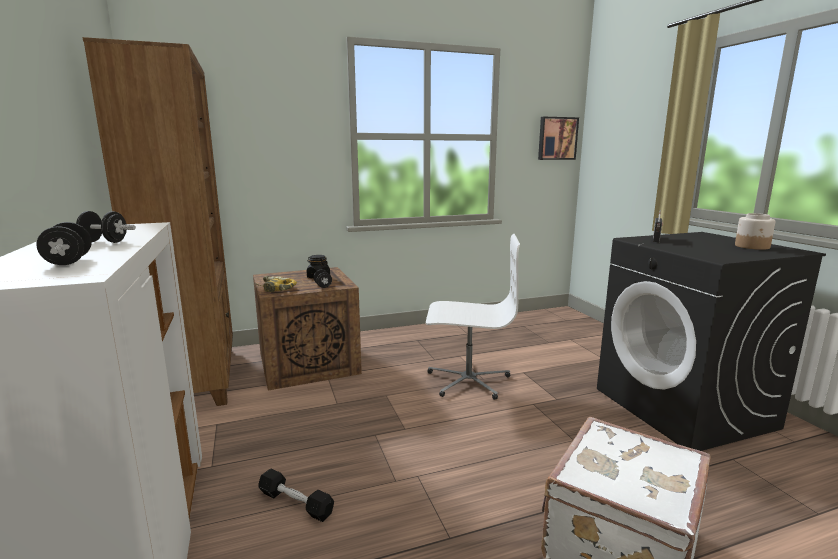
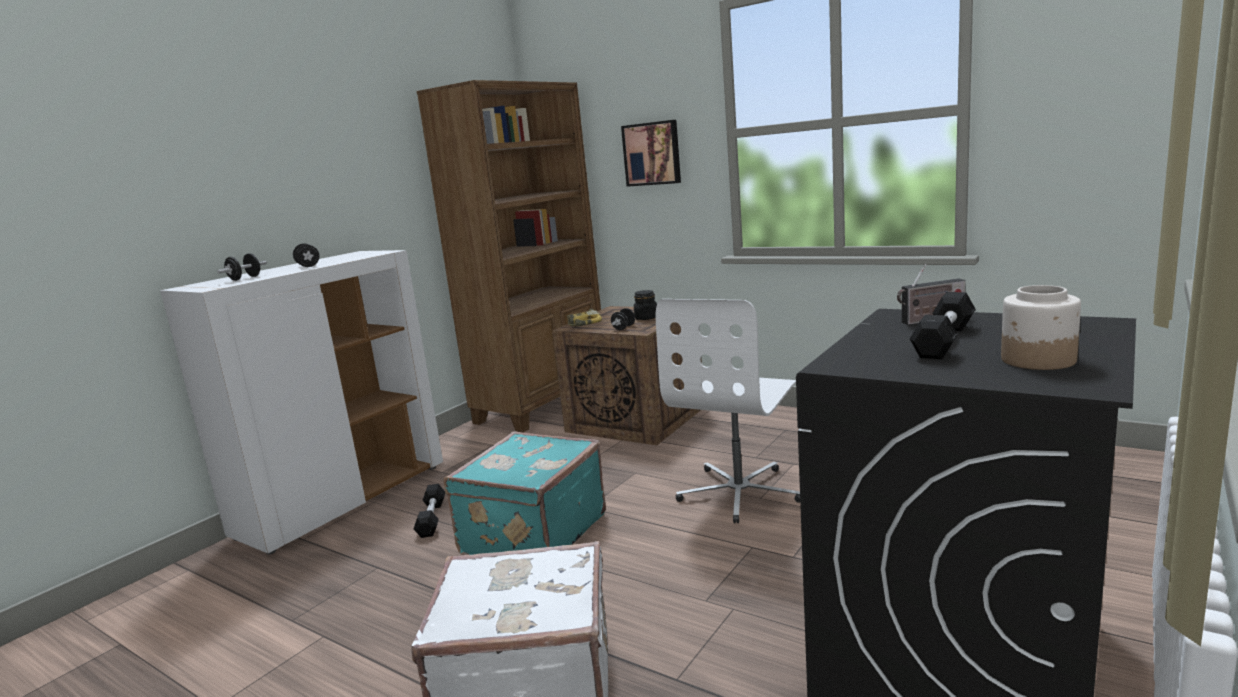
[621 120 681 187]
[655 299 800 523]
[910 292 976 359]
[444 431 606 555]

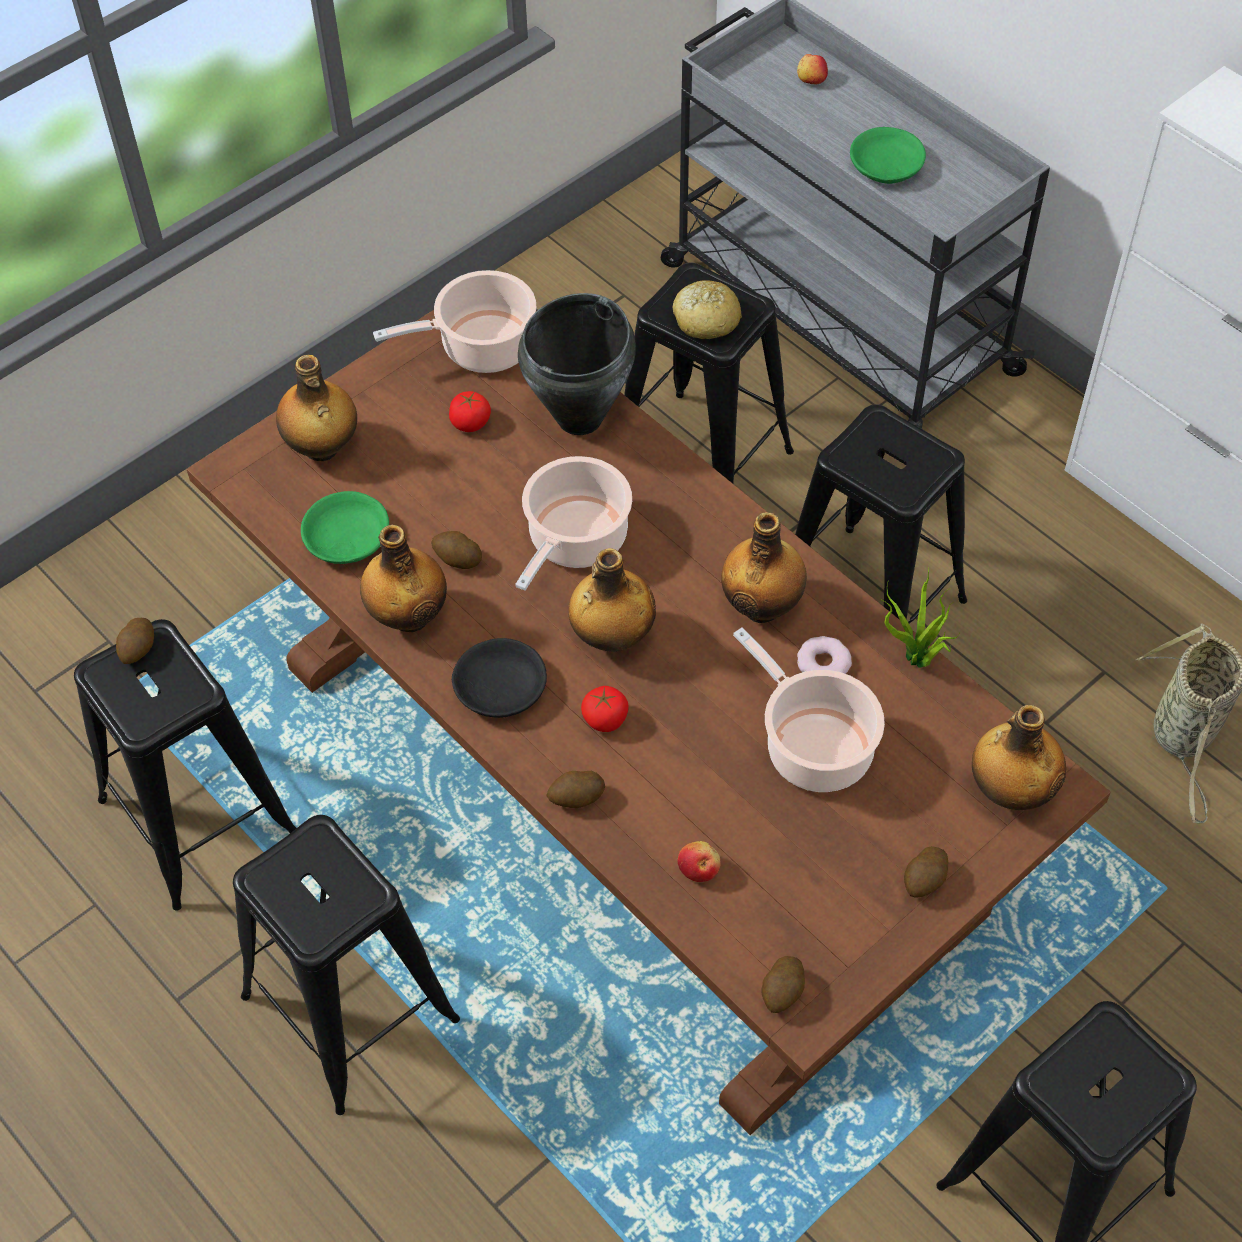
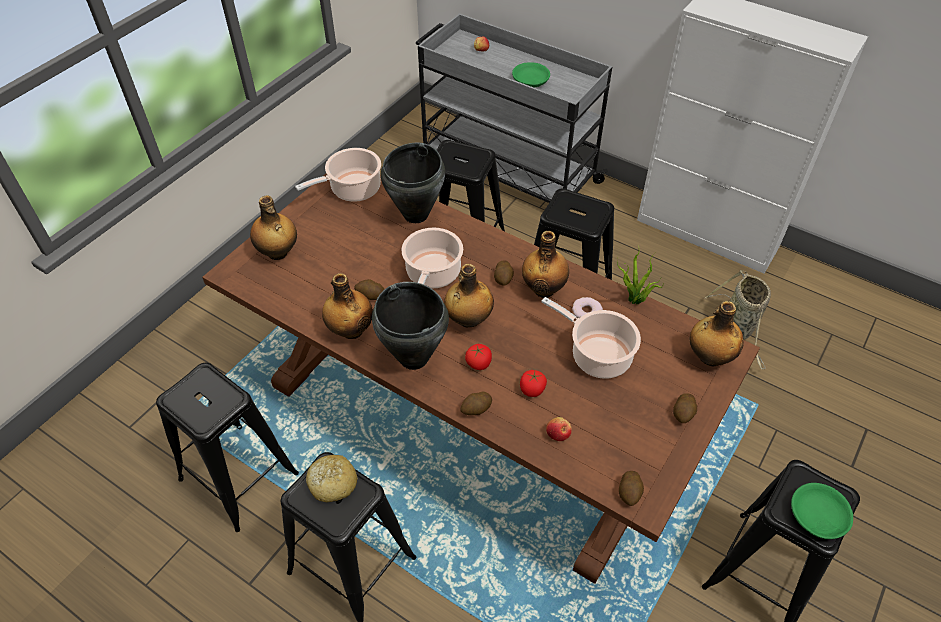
[306 455 358 502]
[520 370 547 397]
[791 483 853 539]
[494 260 514 286]
[372 282 449 370]

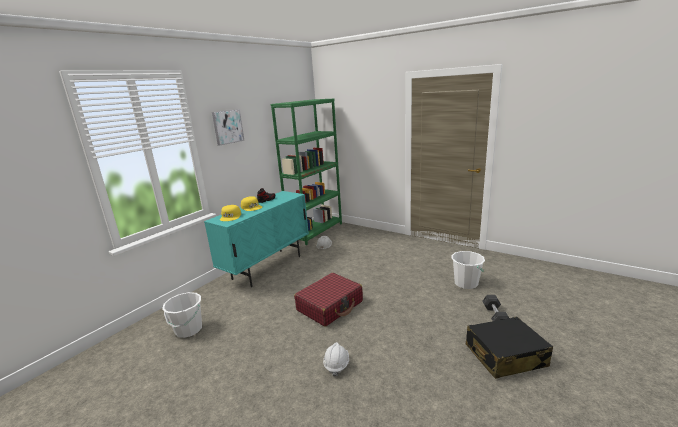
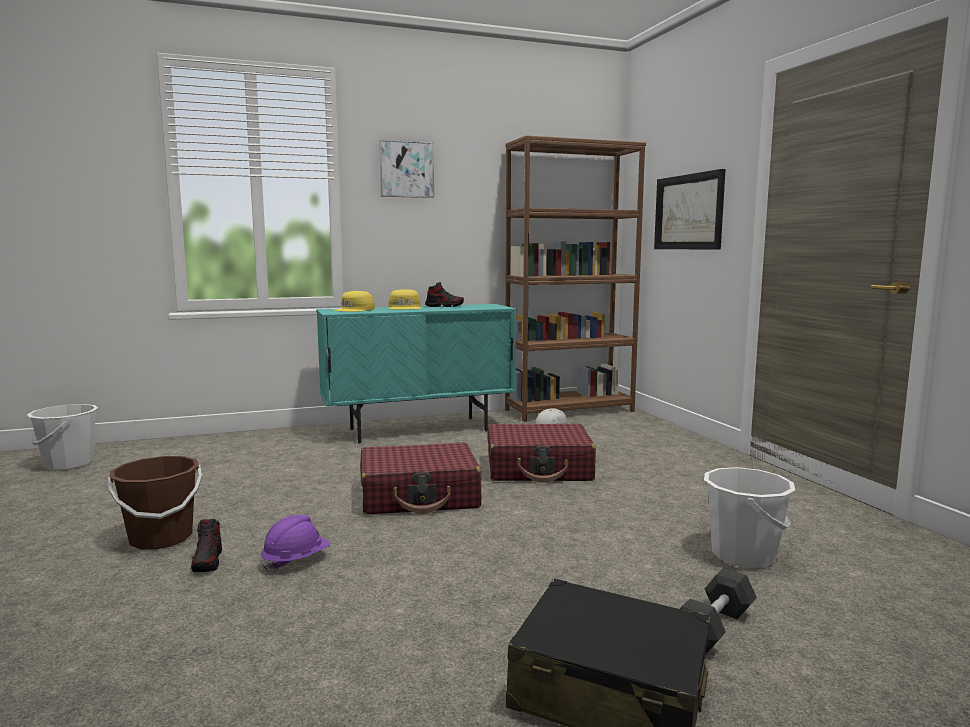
[505 135 646 422]
[27 404 98 470]
[261 515 330 572]
[654 169 725 250]
[487 424 596 483]
[108 456 202 550]
[191 519 222 572]

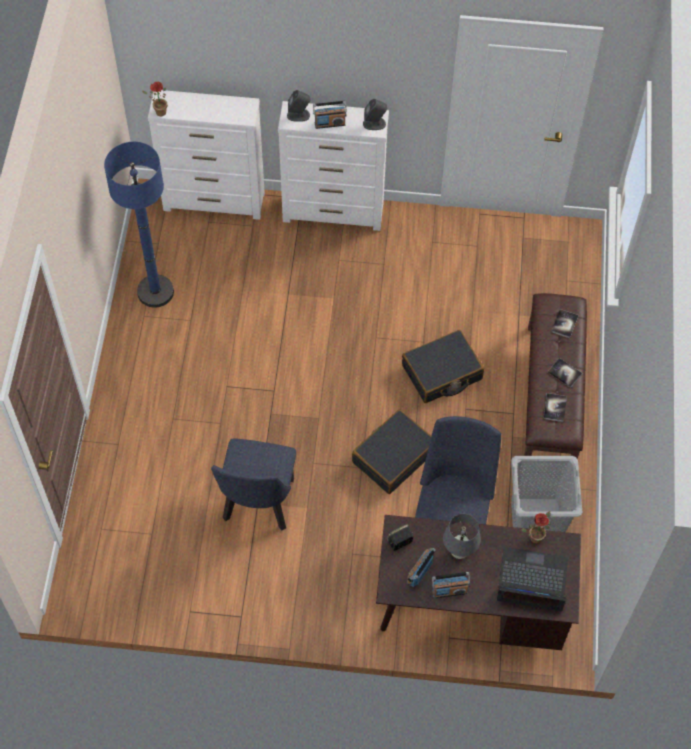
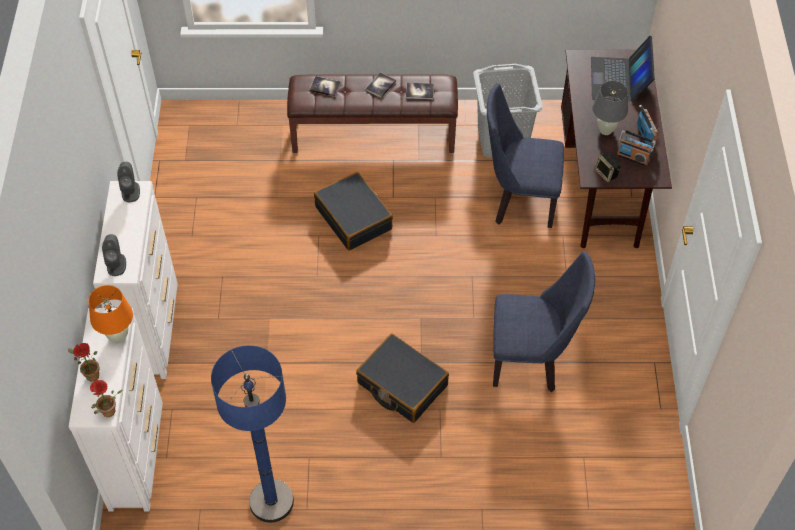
[313 101 347 129] (first image)
[356 333 449 423]
[68 343 100 382]
[88 285 133 343]

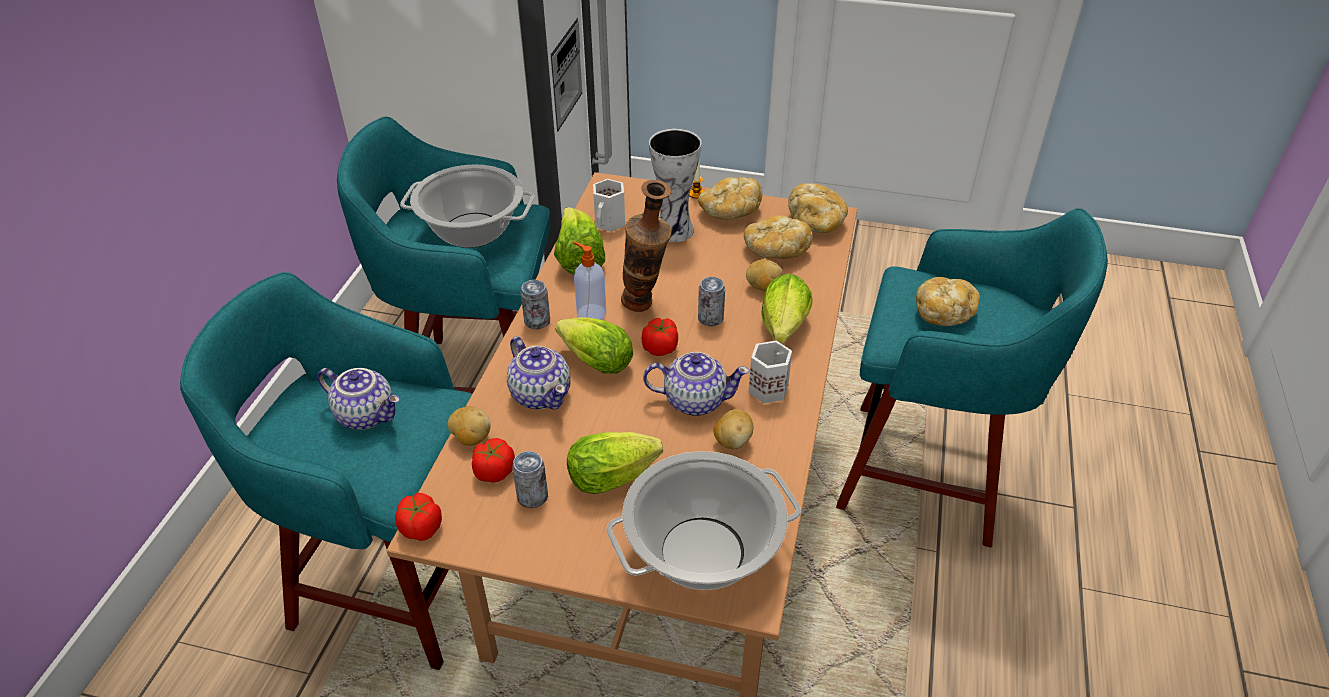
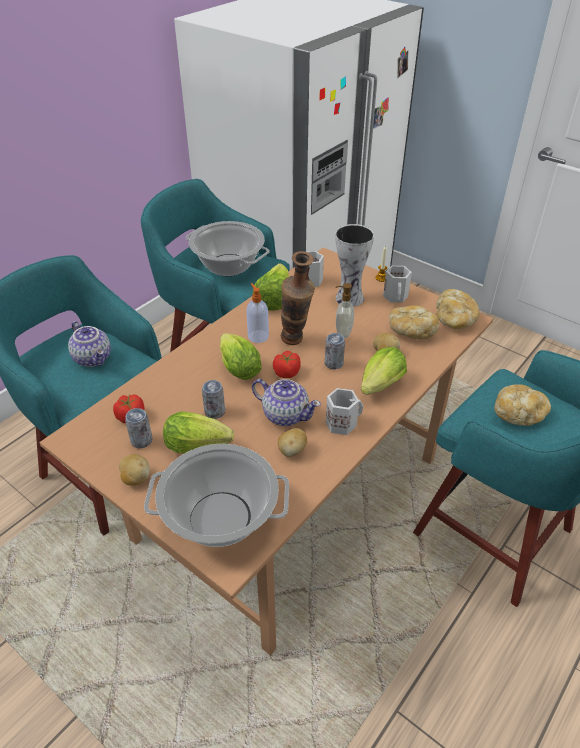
[383 266 412 303]
[202 380 225 419]
[507 336 570 410] (first image)
[119 454 150 486]
[395 492 442 541] (first image)
[336 283 354 338]

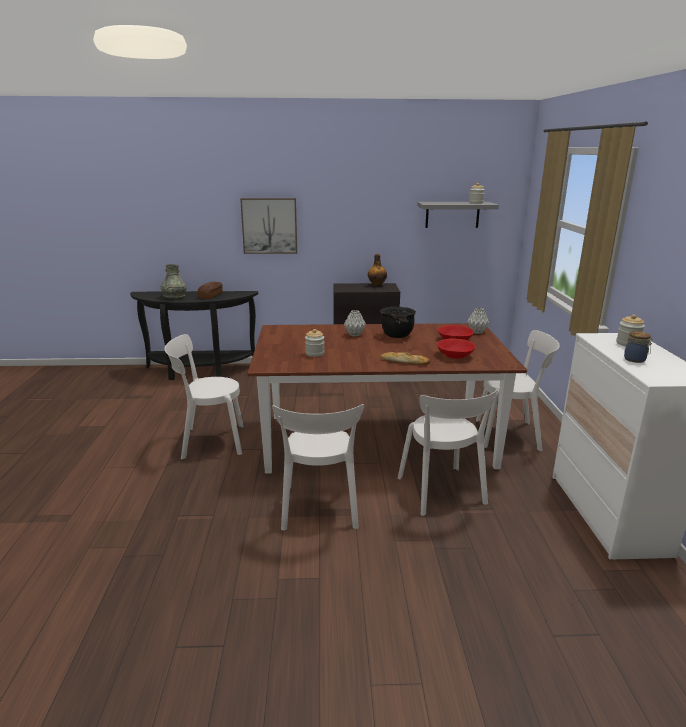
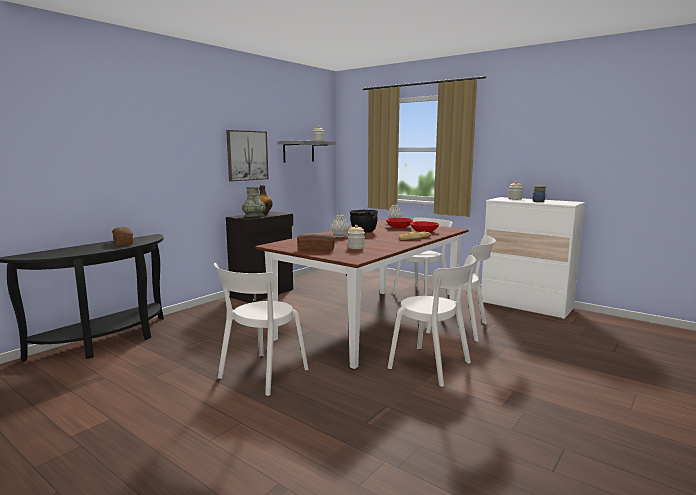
[226 130 269 181]
[242 187 266 217]
[297 233 335 251]

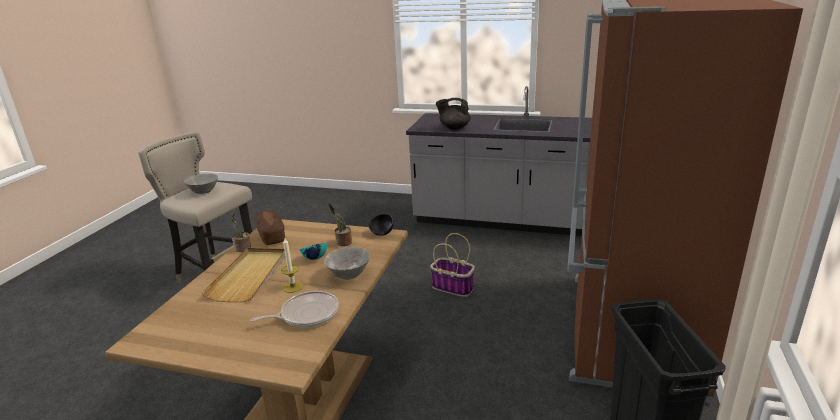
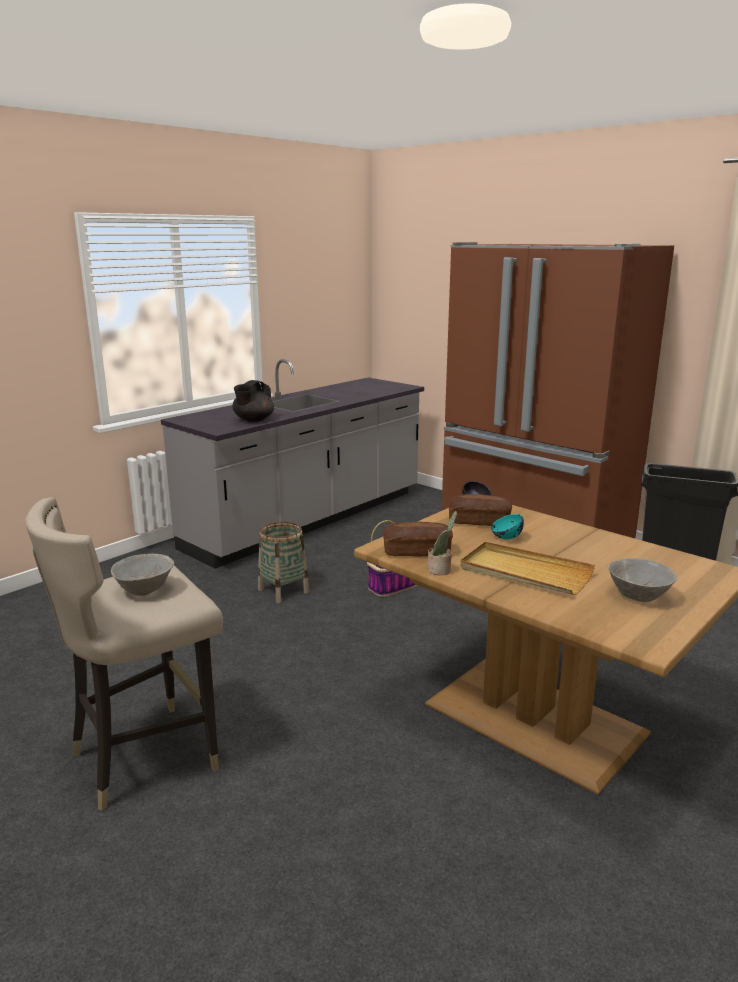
[449 494 512 526]
[281 238 304 293] (first image)
[608 558 677 602]
[250 291 339 327] (first image)
[258 522 309 603]

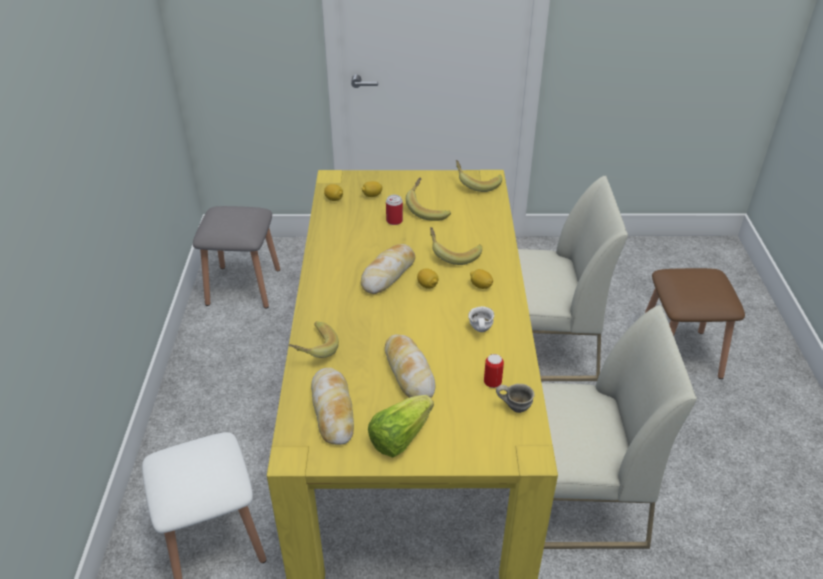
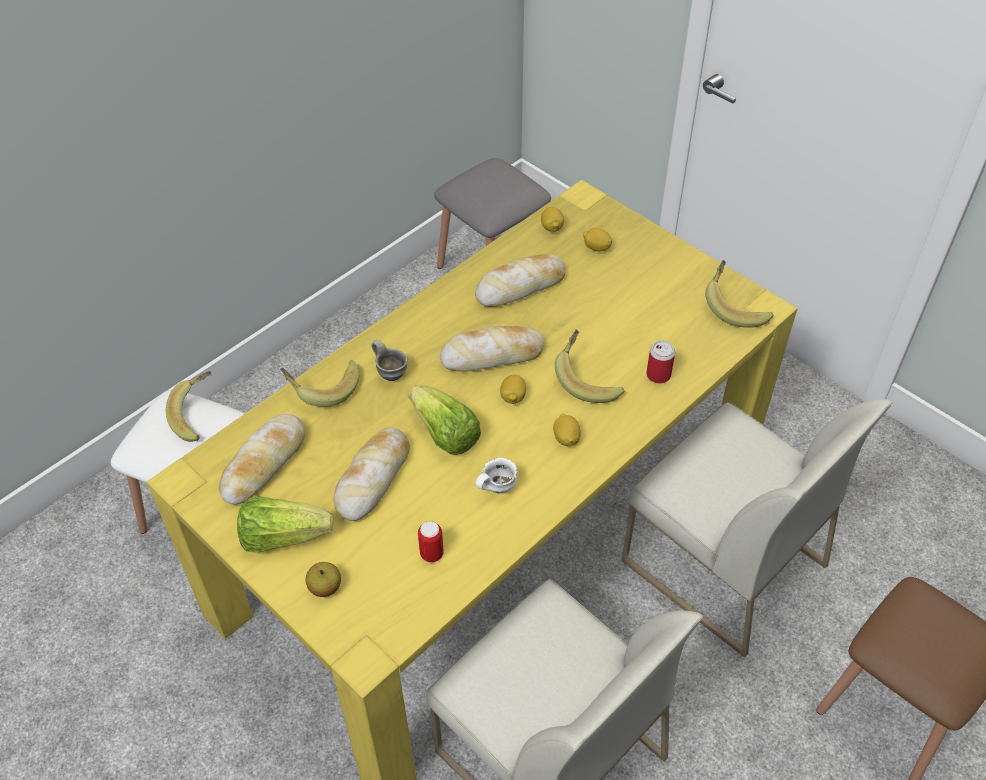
[166 371 212 442]
[646 340 675 383]
[372 340 408 381]
[475 254 566 307]
[409 385 481 455]
[306 562 341 597]

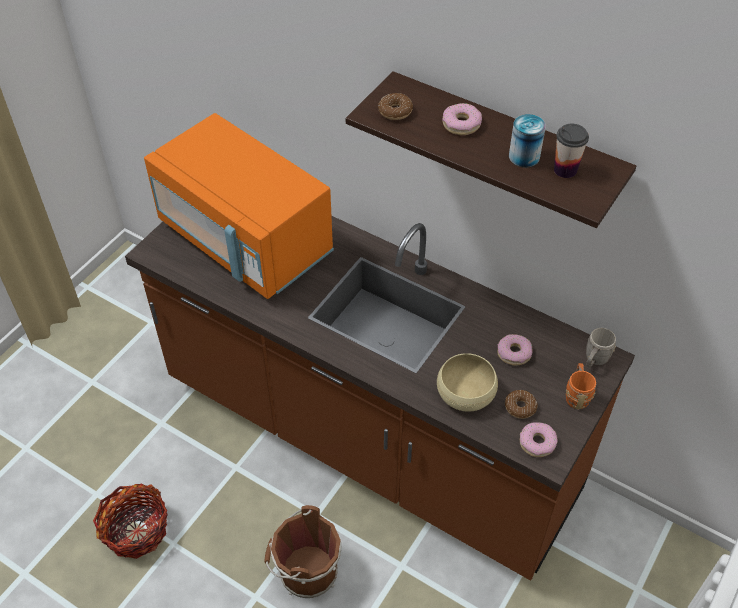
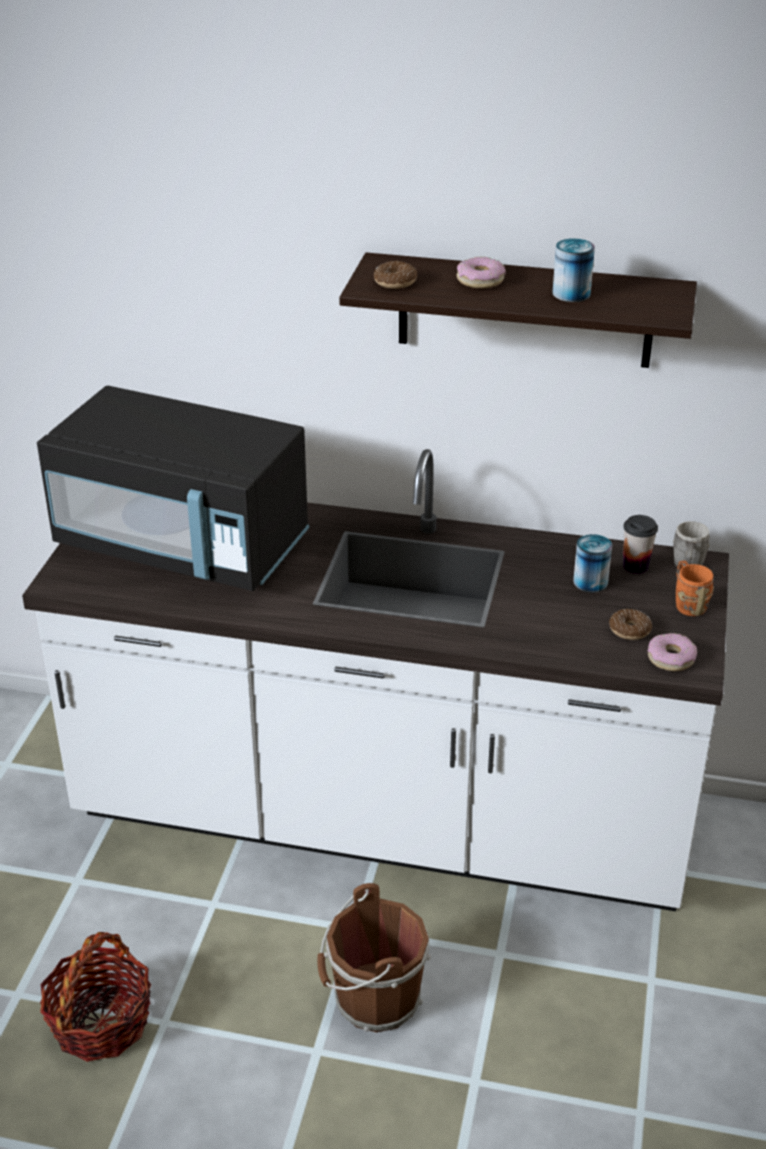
[37 386 309 591]
[623 515 658 574]
[22 449 729 911]
[573 534 612 592]
[437 353 498 412] (first image)

